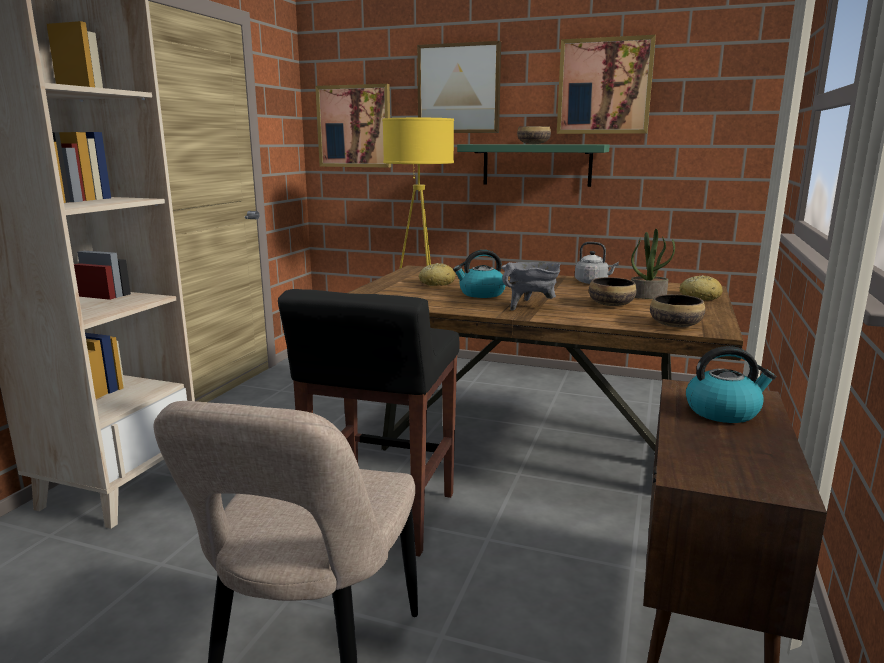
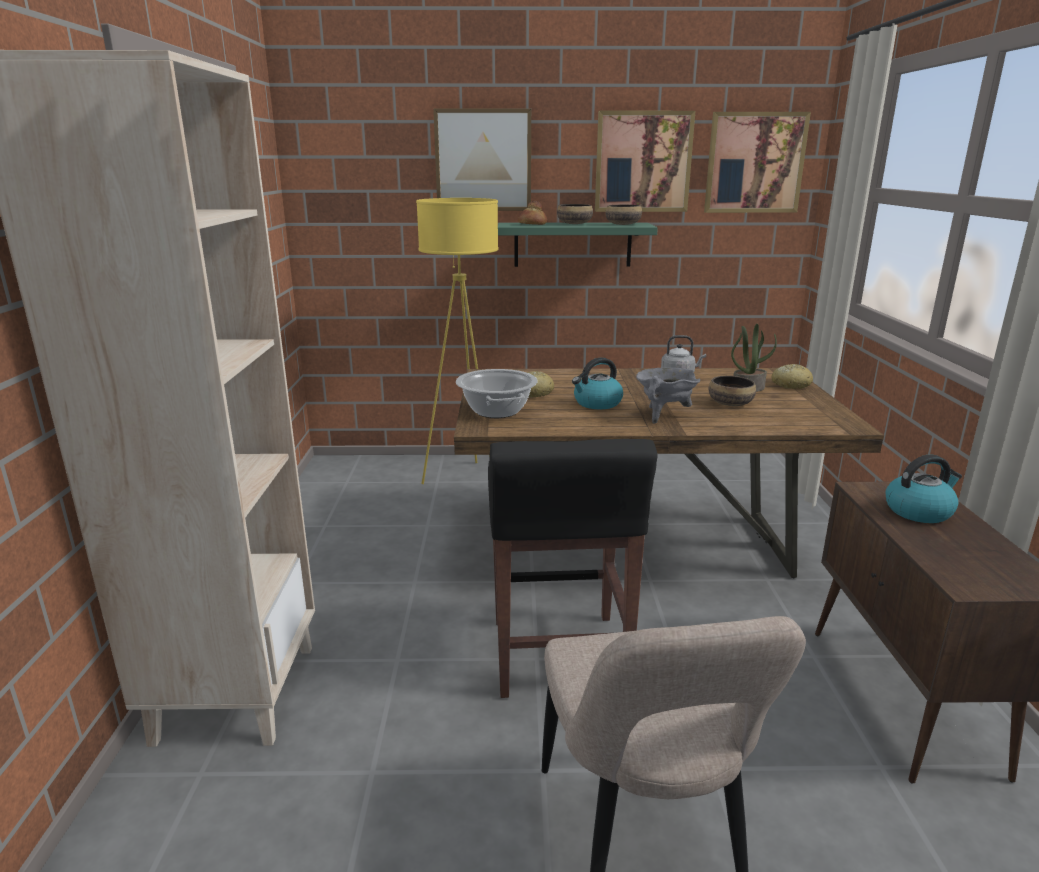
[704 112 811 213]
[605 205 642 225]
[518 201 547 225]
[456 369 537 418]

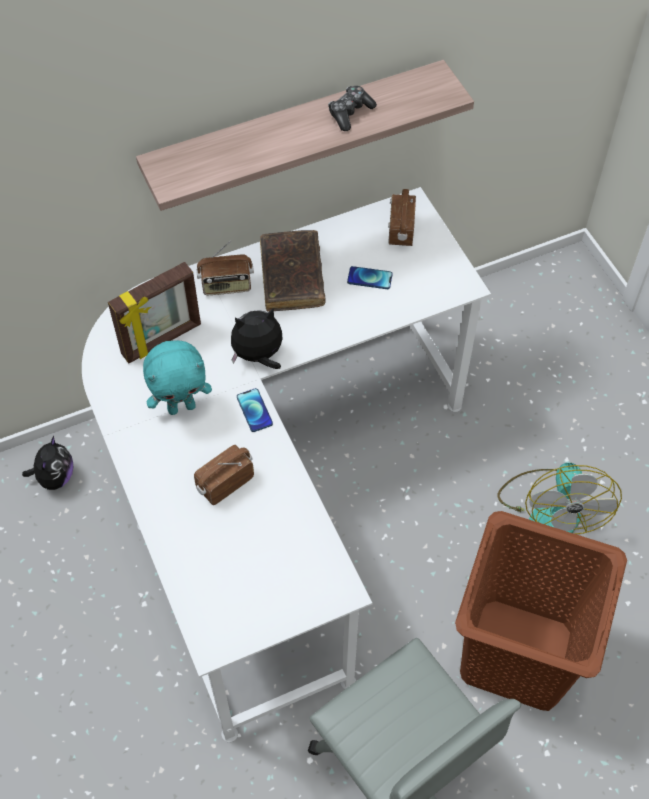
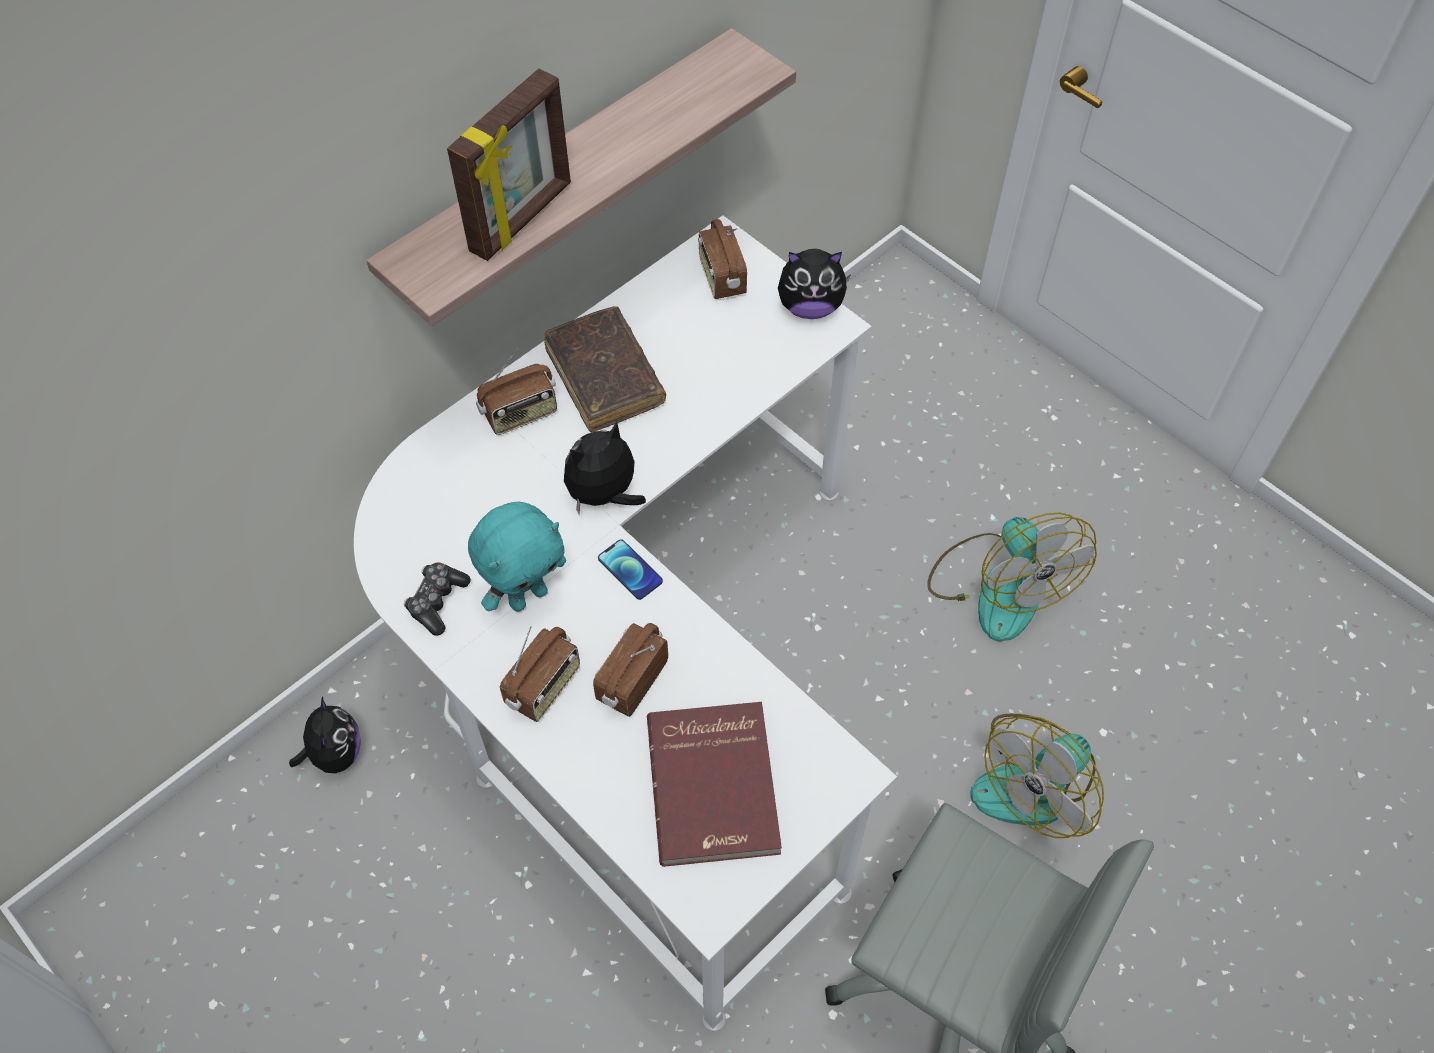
[404 563 471 635]
[447 69 571 261]
[347 266 393 289] (first image)
[970 714 1104 838]
[778 249 851 319]
[500 626 580 722]
[647 702 782 867]

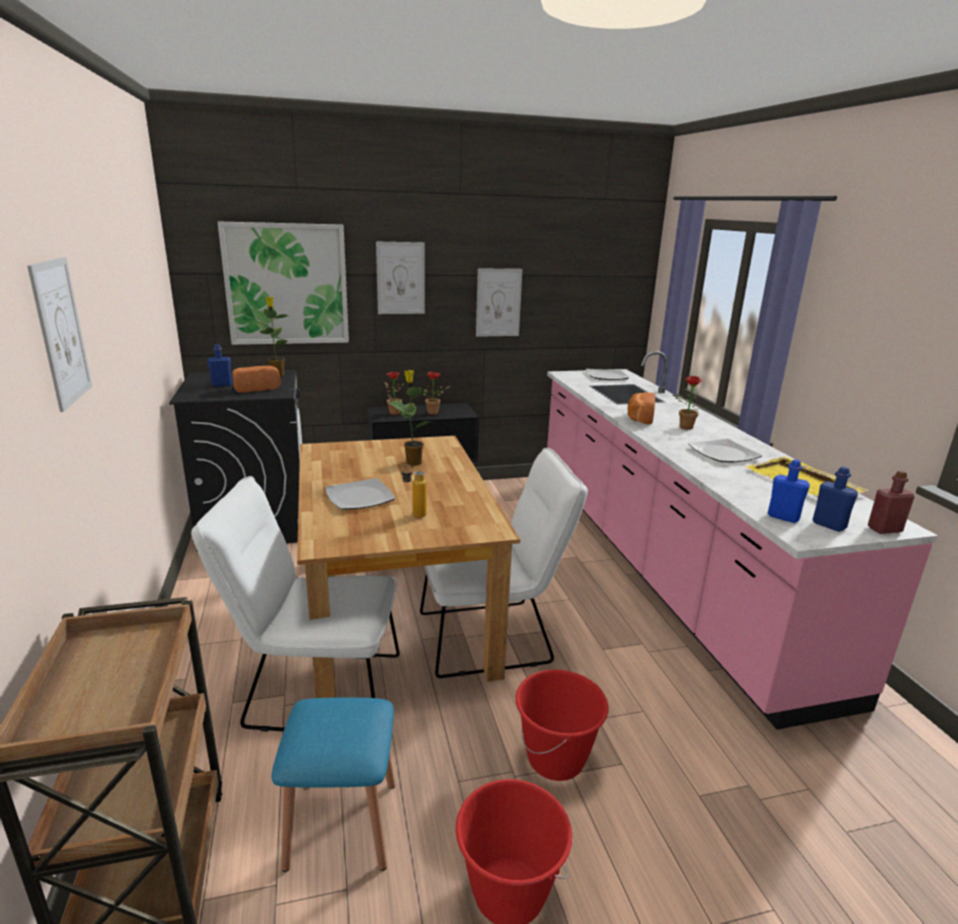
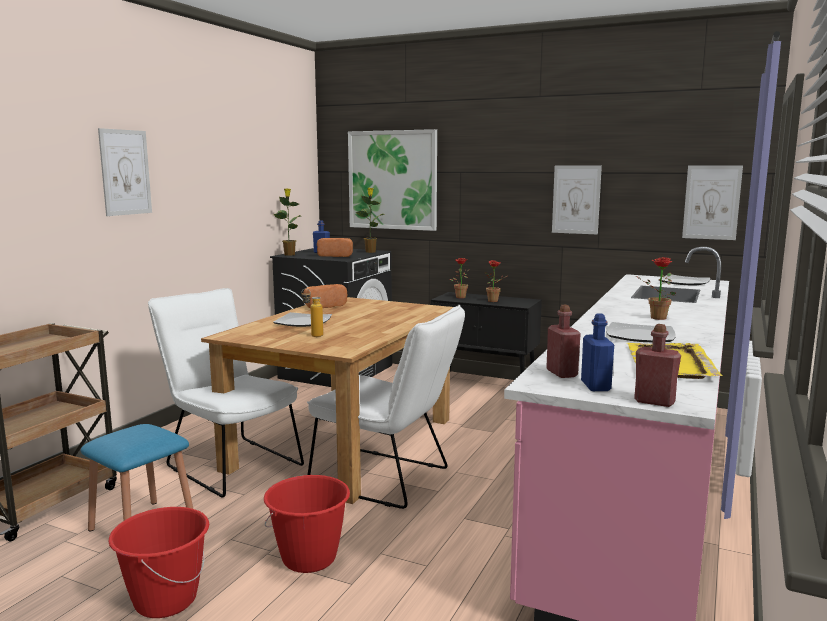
[682 166 743 240]
[274 188 300 256]
[303 284 347 309]
[546 305 581 378]

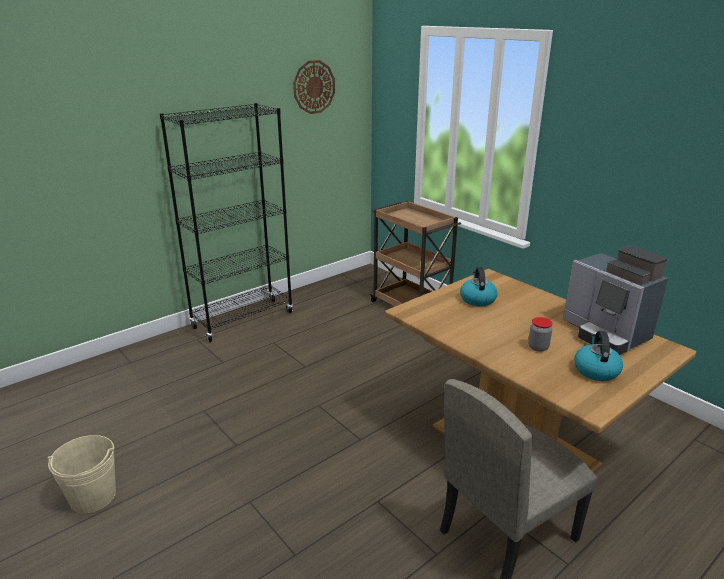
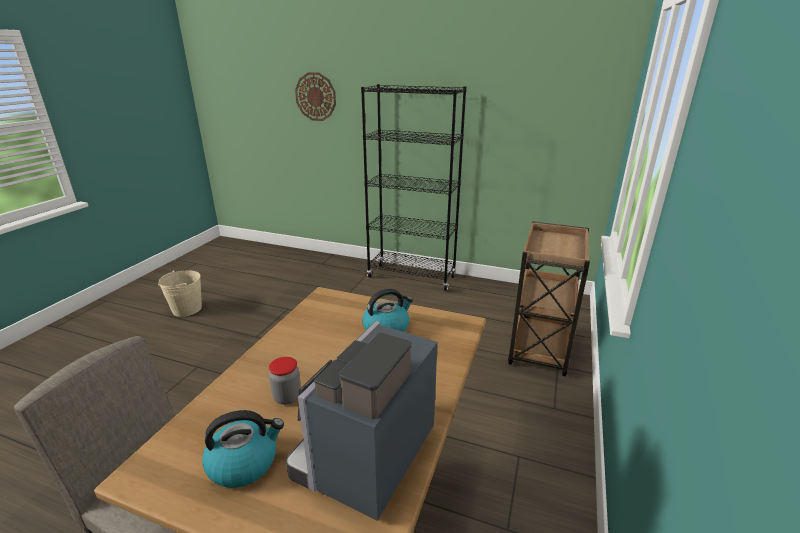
[295 72 336 121]

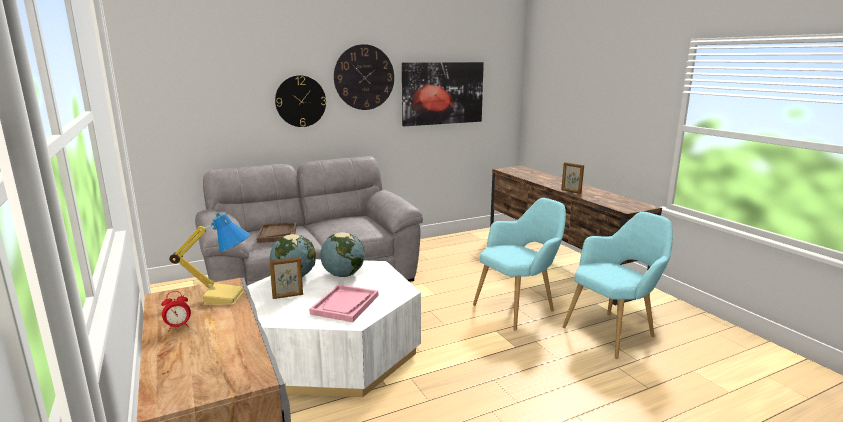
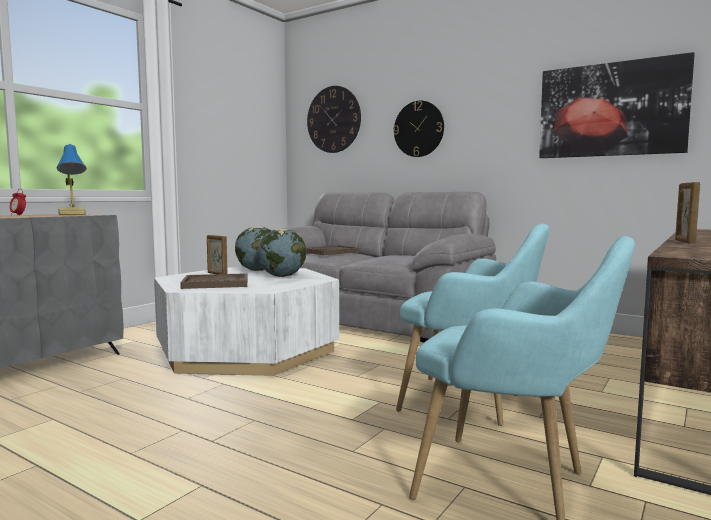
[307 86 361 153]
[180 273 248 289]

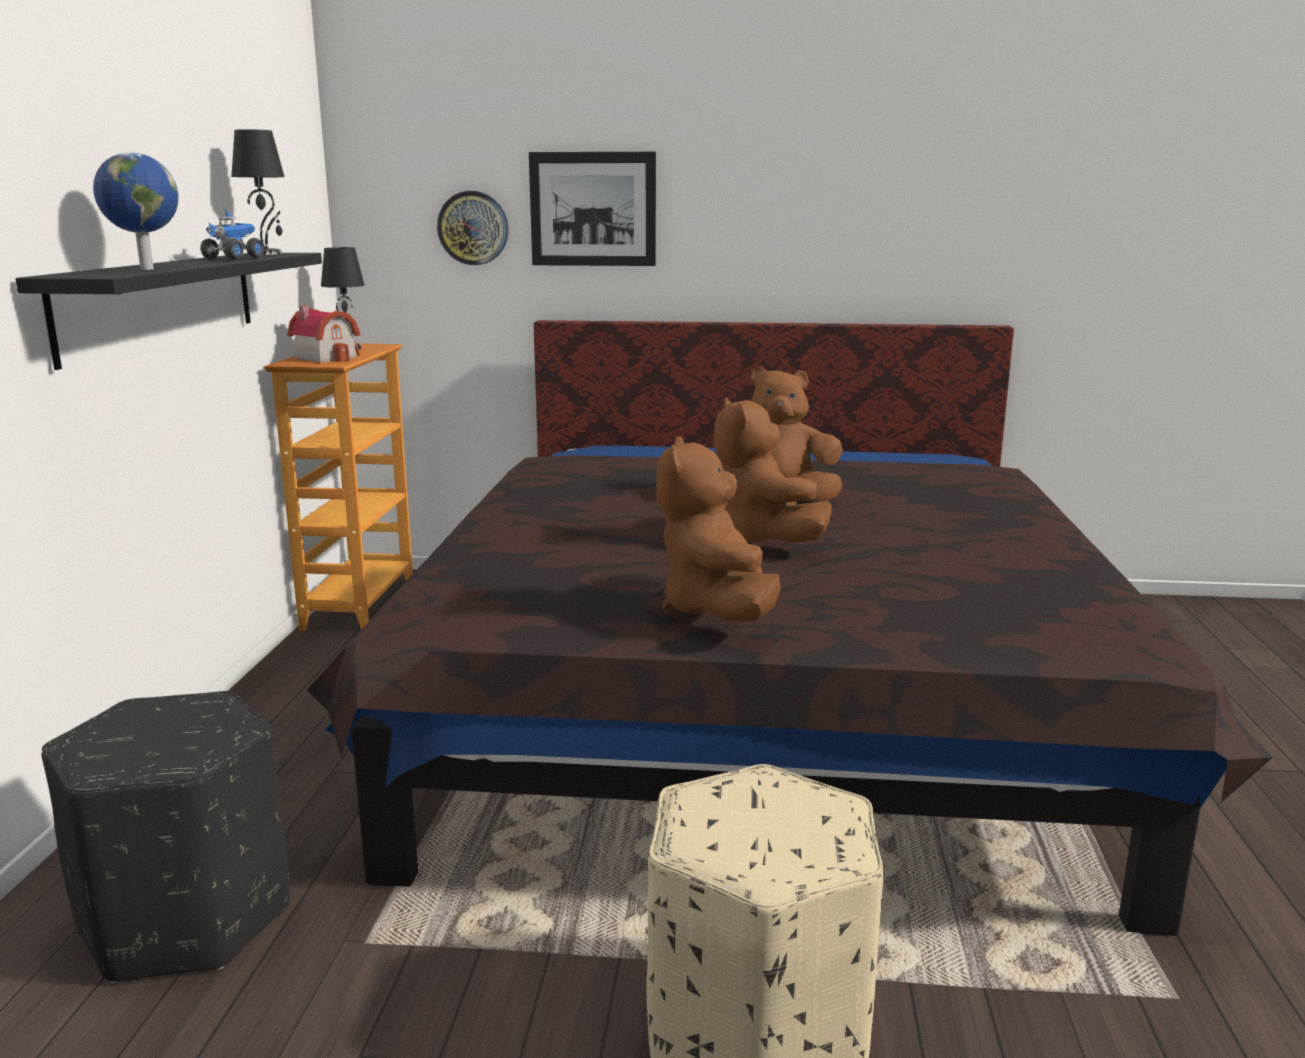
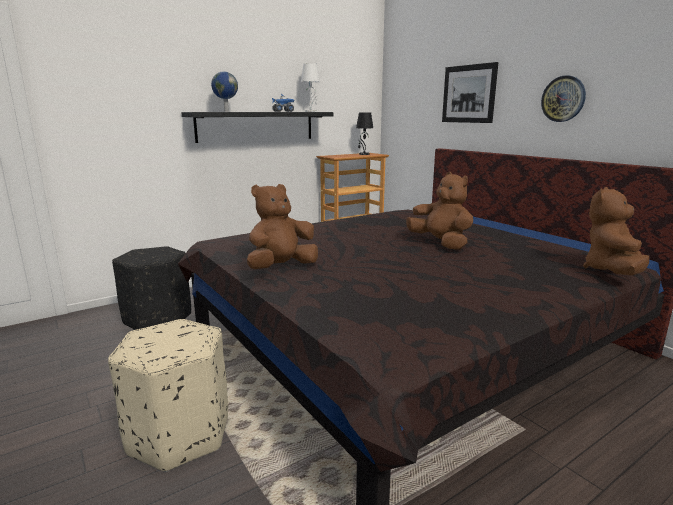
[301 63 320 112]
[541 75 586 122]
[287 305 361 363] (first image)
[583 187 649 276]

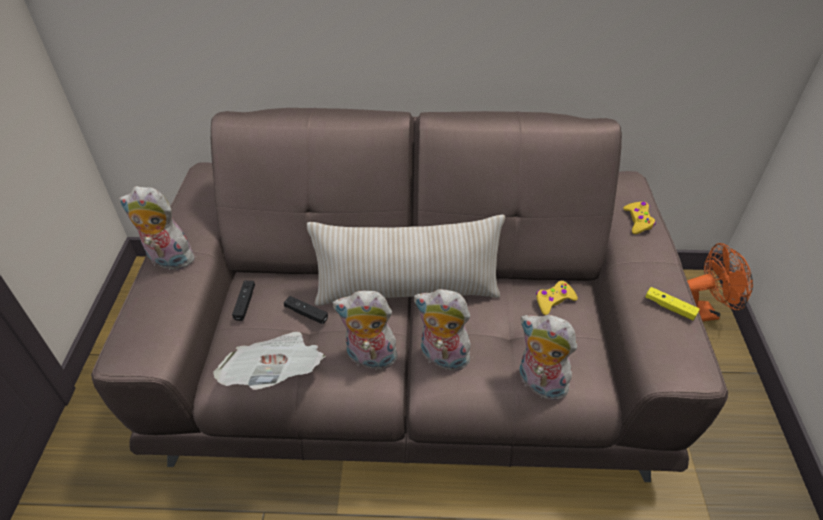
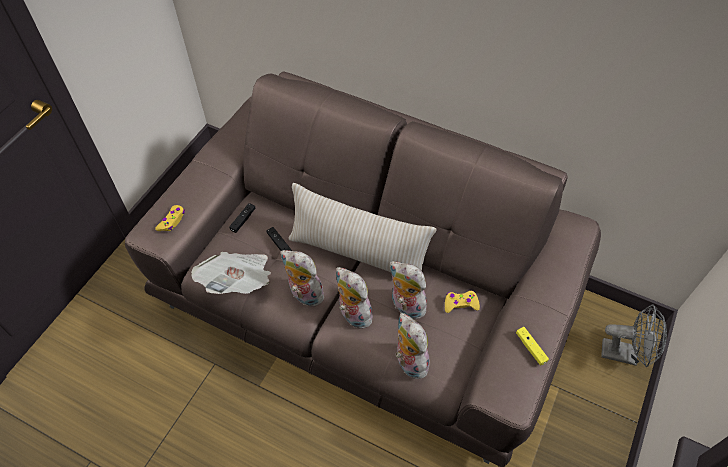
[389 261 427 319]
[155 205 185 231]
[601 304 667 367]

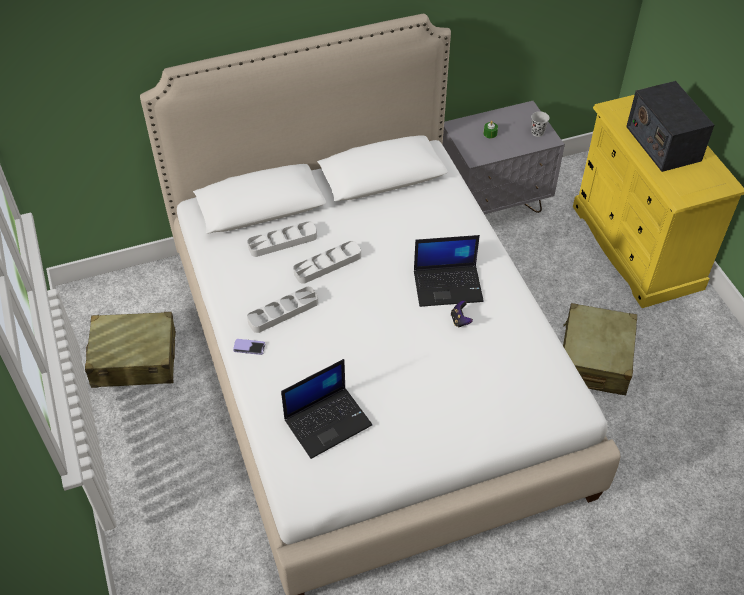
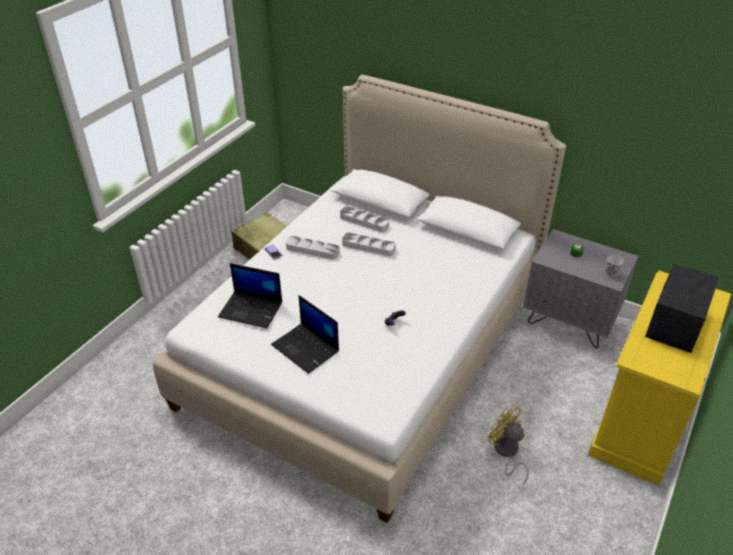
[271 295 339 374]
[489 404 529 485]

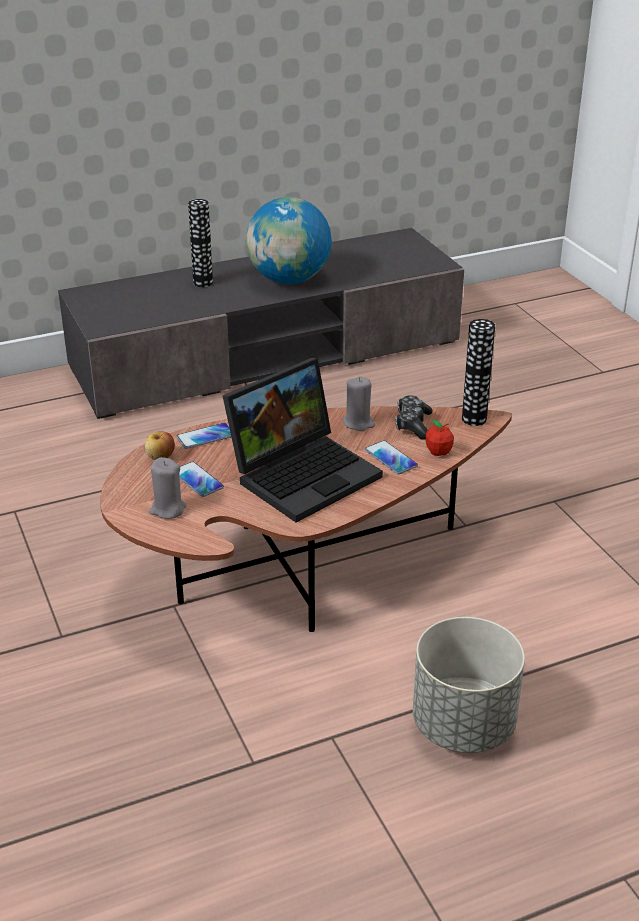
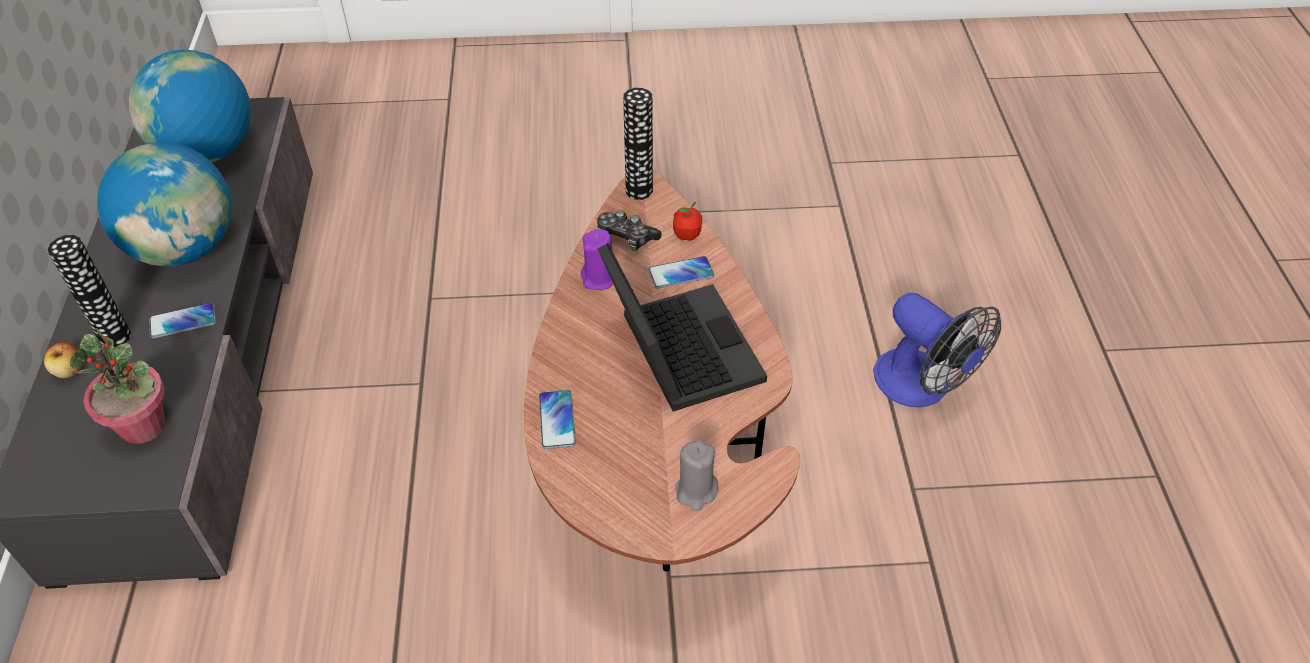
[581 229 613 290]
[44 342 82 378]
[149 303 216 338]
[873 293 1001 407]
[129 50 251 162]
[70 328 165 444]

